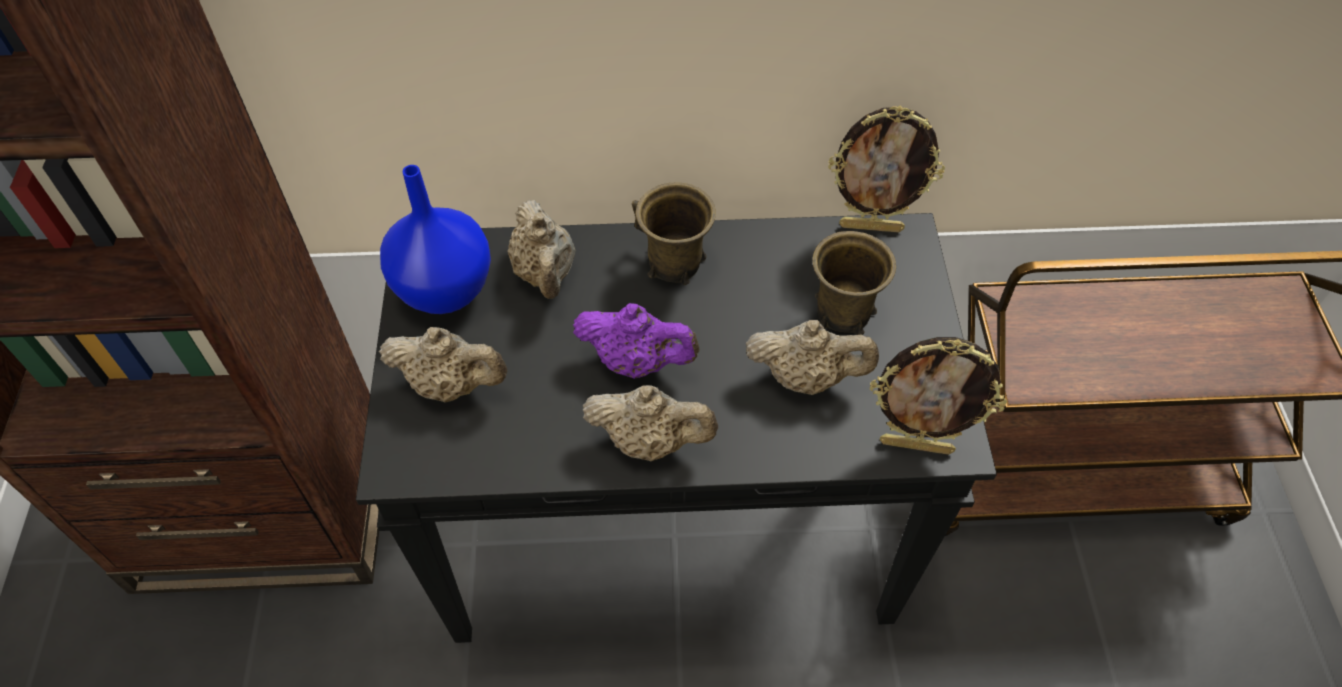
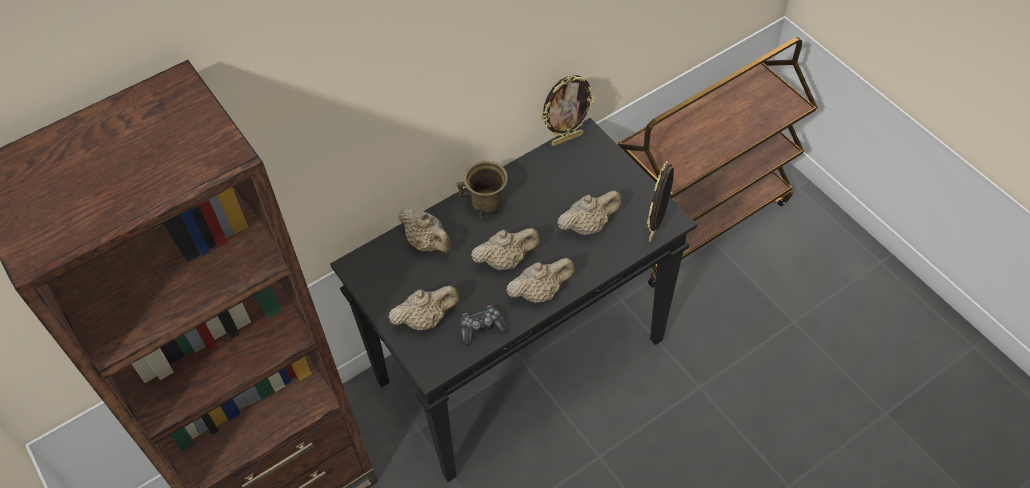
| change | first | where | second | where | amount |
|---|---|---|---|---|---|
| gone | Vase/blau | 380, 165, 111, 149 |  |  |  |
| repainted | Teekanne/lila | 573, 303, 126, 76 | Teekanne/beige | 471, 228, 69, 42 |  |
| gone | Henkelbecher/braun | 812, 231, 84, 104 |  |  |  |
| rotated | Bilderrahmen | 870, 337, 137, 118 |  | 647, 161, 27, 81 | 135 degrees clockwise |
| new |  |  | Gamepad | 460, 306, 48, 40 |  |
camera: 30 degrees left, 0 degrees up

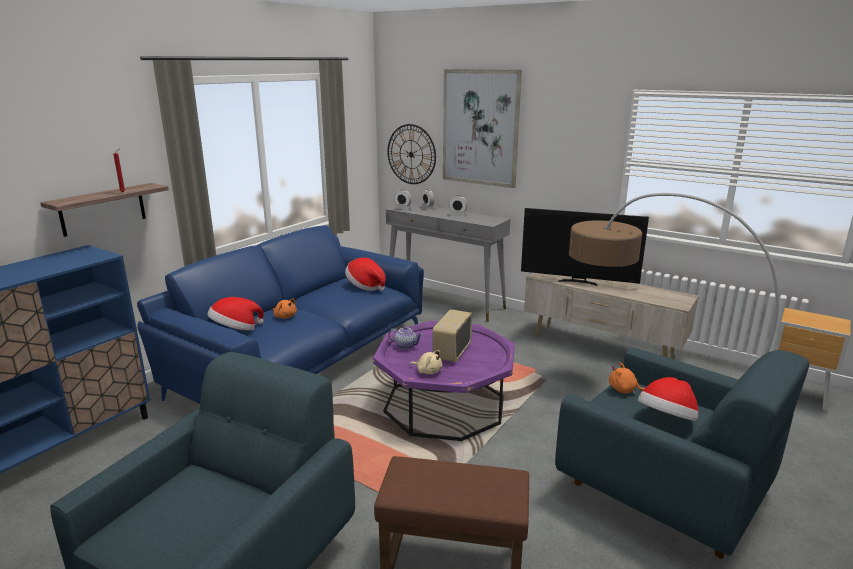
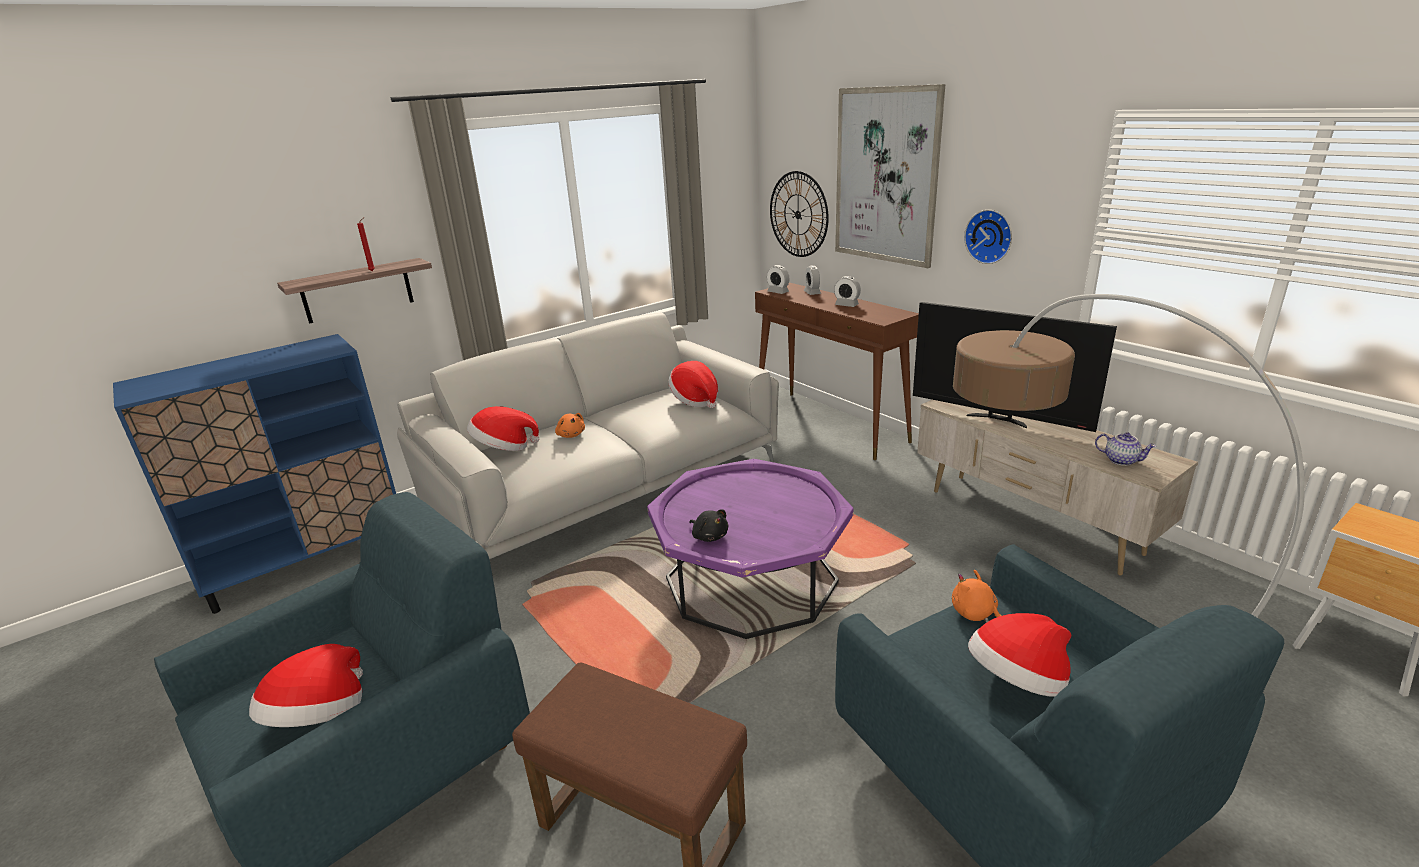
| change | first | where | second | where | amount |
|---|---|---|---|---|---|
| repainted | Sofa/blau | 137, 225, 287, 179 | Sofa/grau | 397, 313, 382, 246 |  |
| repainted | Konsolentisch/grau | 386, 204, 124, 118 | Konsolentisch/braun | 755, 283, 164, 177 |  |
| shifted | Teekanne | 389, 326, 34, 23 |  | 1095, 432, 62, 34 |  |
| repainted | Plüschtier/beige | 410, 350, 32, 24 | Plüschtier/schwarz | 690, 509, 38, 33 |  |
| gone | Radio | 432, 309, 41, 53 |  |  |  |
| new |  |  | Hut | 249, 644, 114, 83 |  |
| new |  |  | Wanduhr | 964, 210, 48, 54 |  |
camera: 20 degrees right, 5 degrees up

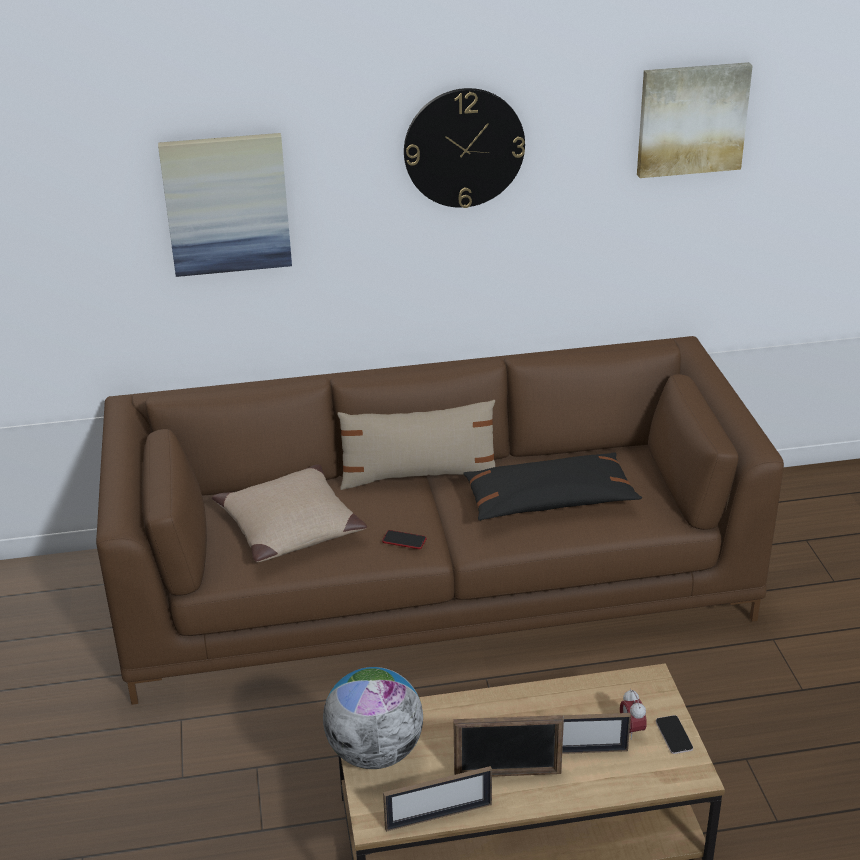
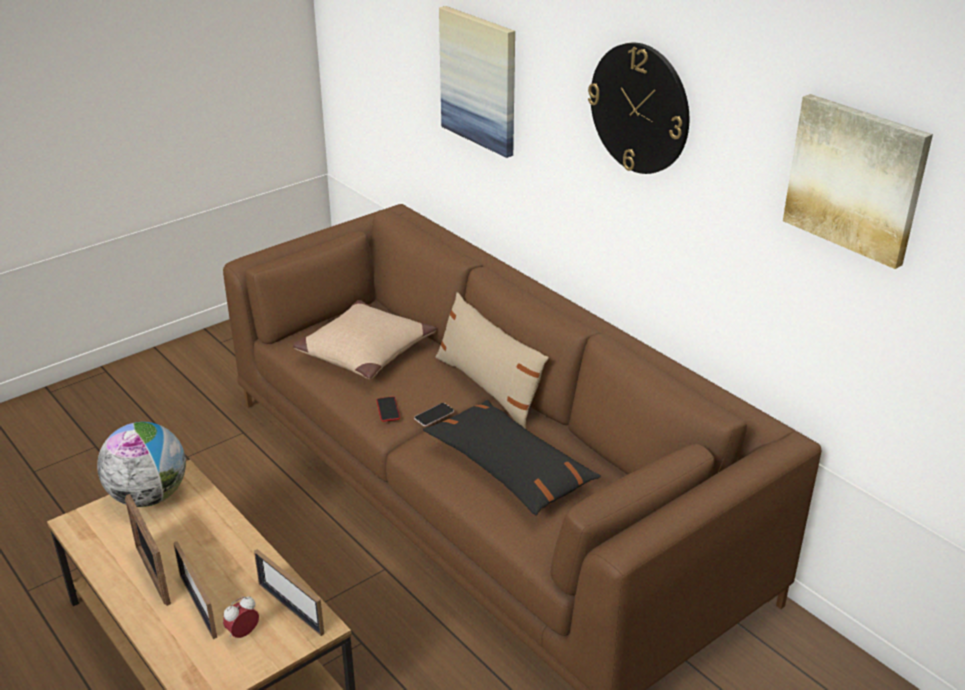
| change | first | where | second | where | amount |
|---|---|---|---|---|---|
| shifted | Bilderrahmen | 383, 766, 109, 66 |  | 254, 549, 70, 87 |  |
| shifted | Handy | 656, 715, 37, 39 |  | 414, 403, 40, 23 |  |
camera: 60 degrees right, 0 degrees up

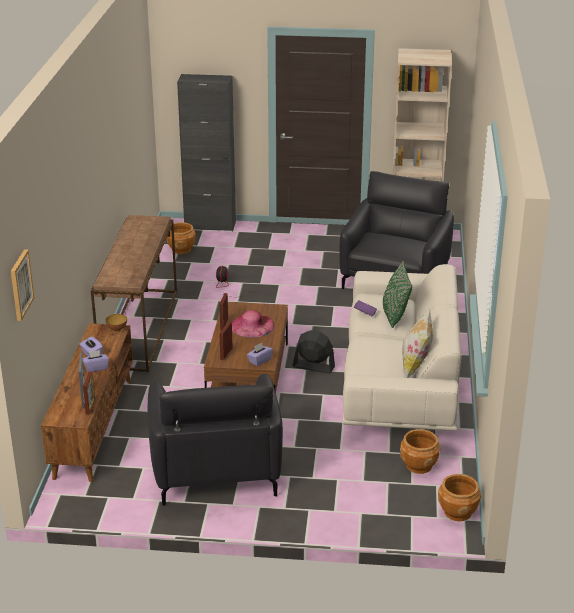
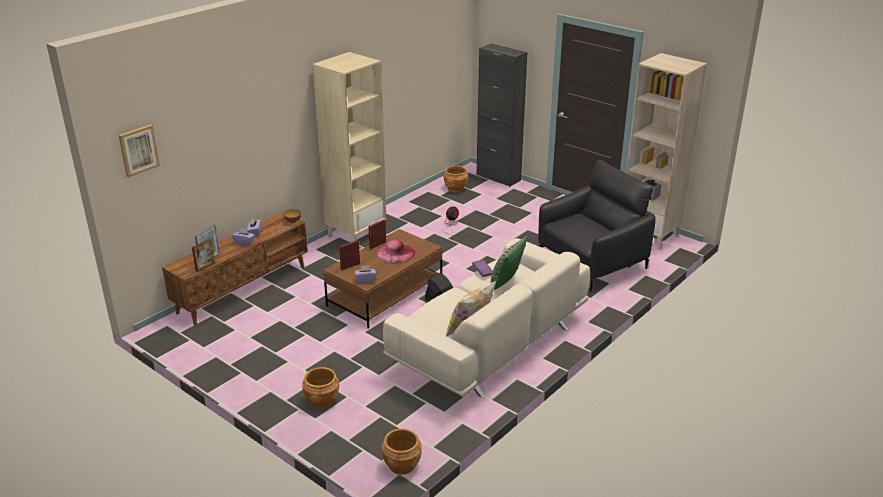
| change | first | where | second | where | amount |
|---|---|---|---|---|---|
| swapped | Konsolentisch/braun | 91, 215, 86, 158 | Bücherregal/beige | 312, 52, 74, 190 |  |
| gone | Sessel/schwarz | 148, 374, 135, 132 |  |  |  |
| shifted | Pflanzkübel/braun | 400, 429, 40, 45 |  | 302, 367, 38, 42 |  |
camera: 35 degrees right, 0 degrees up

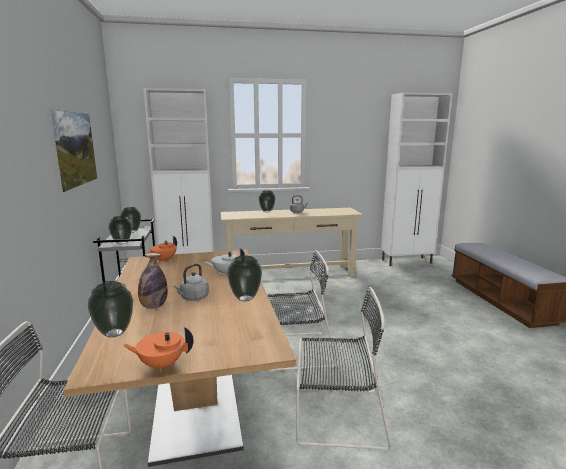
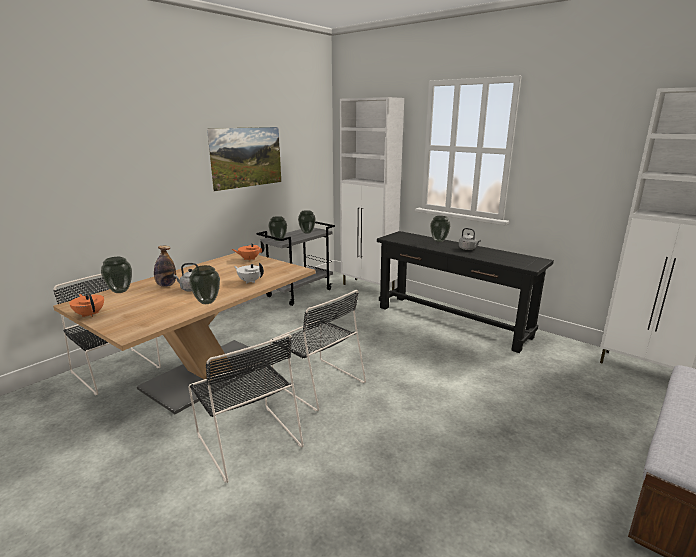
| change | first | where | second | where | amount |
|---|---|---|---|---|---|
| repainted | Konsolentisch/beige | 221, 208, 142, 69 | Konsolentisch/schwarz | 377, 231, 177, 122 |  |
camera: 50 degrees right, 5 degrees up

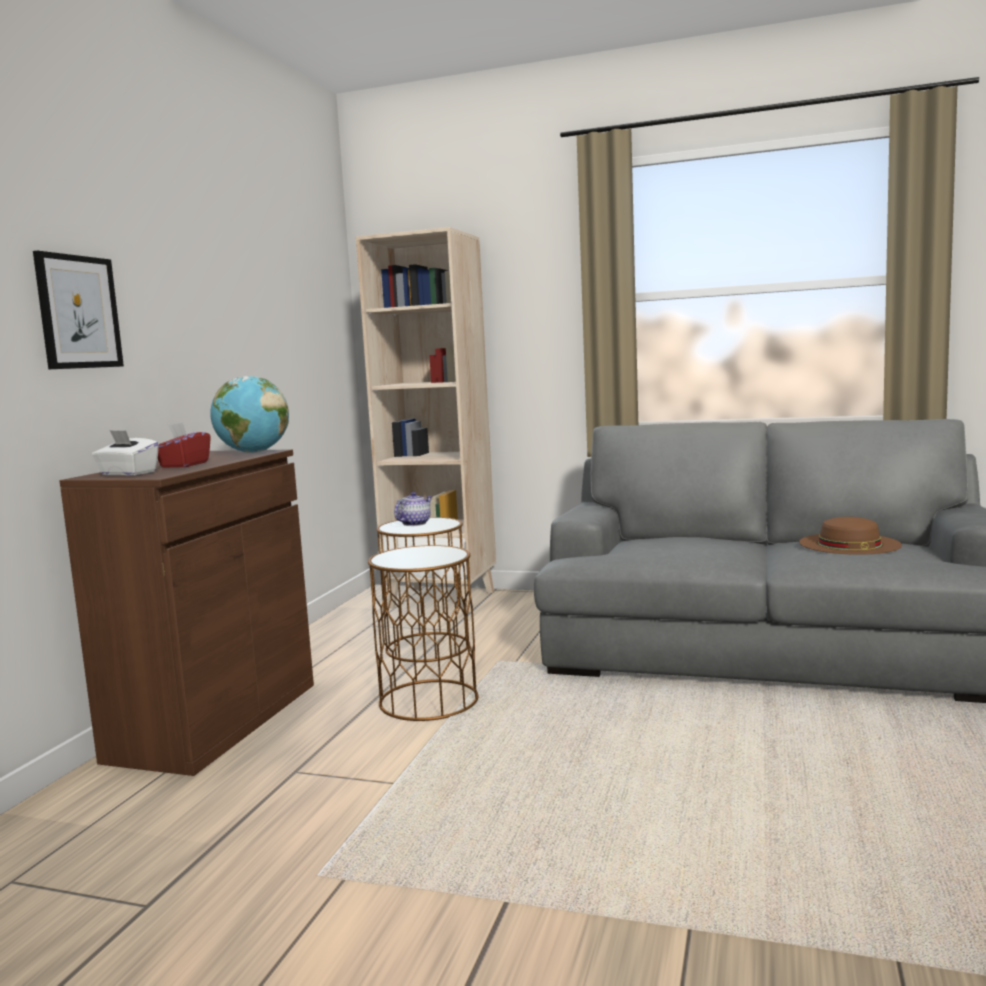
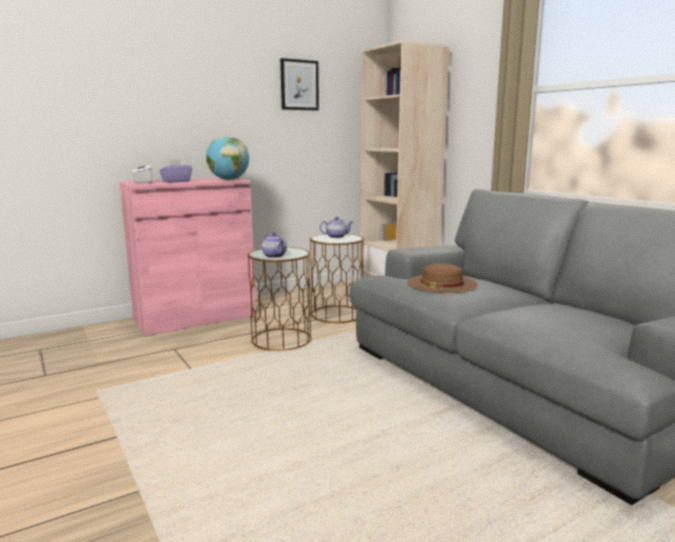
| change | first | where | second | where | amount |
|---|---|---|---|---|---|
| shifted | Bild | 33, 251, 91, 118 |  | 280, 58, 39, 53 |  |
| repainted | Schrank/braun | 60, 449, 254, 327 | Schrank/rosa | 119, 178, 137, 158 |  |
| repainted | Taschentuchbox/rot | 158, 423, 53, 45 | Taschentuchbox/lila | 160, 159, 32, 24 |  |
| shifted | Hut/braun | 799, 517, 103, 38 |  | 407, 263, 71, 30 |  |
| new |  |  | Teekanne | 262, 232, 25, 26 |  |
camera: 40 degrees right, 5 degrees up

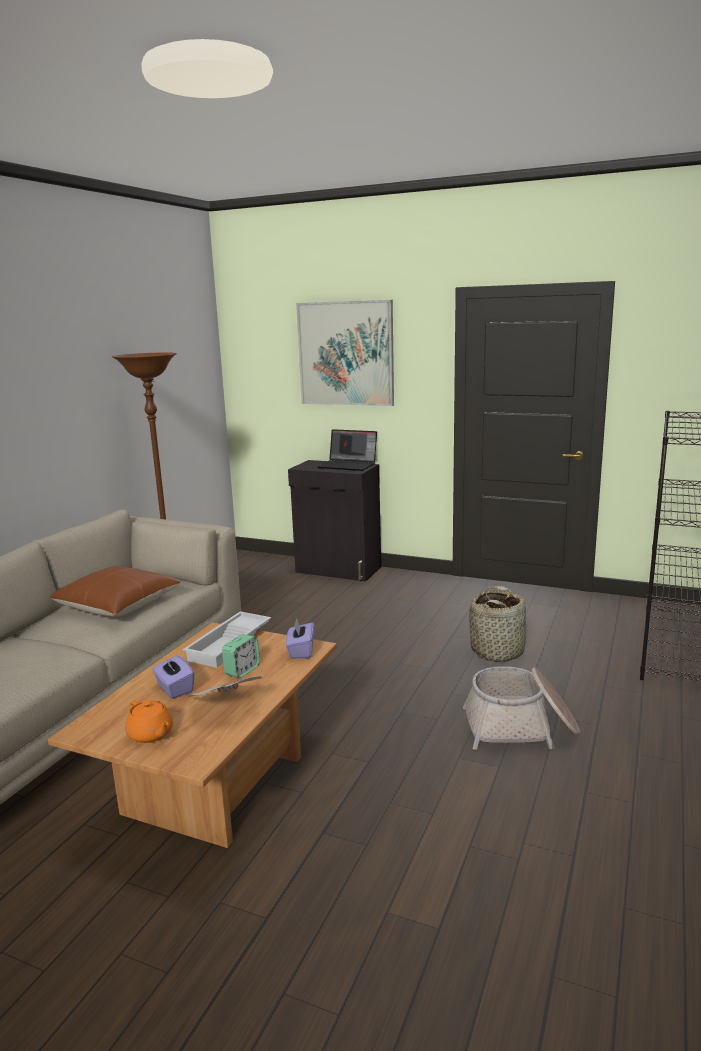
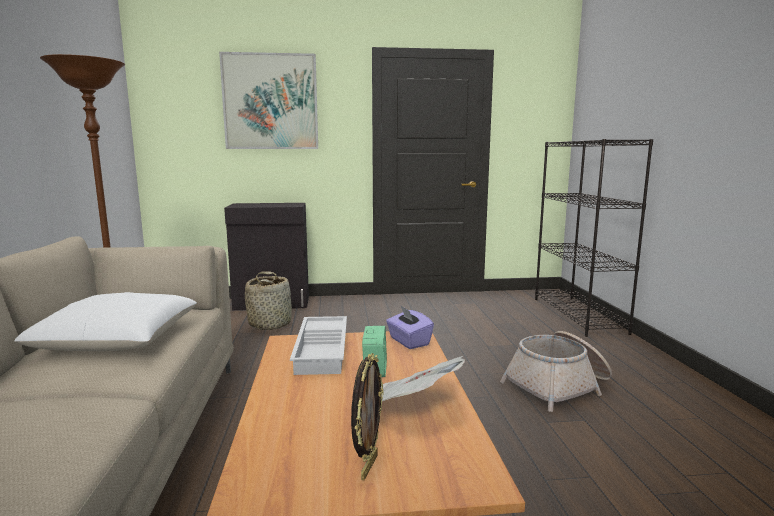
| change | first | where | second | where | amount |
|---|---|---|---|---|---|
| repainted | Kissen/braun | 50, 566, 130, 51 | Kissen/weiß | 14, 292, 183, 59 |  |
| swapped | Teekanne/orange | 125, 700, 48, 43 | Bilderrahmen | 351, 353, 33, 127 |  |
| gone | Taschentuchbox/lila | 152, 655, 42, 44 |  |  |  |
| gone | Laptop | 317, 429, 60, 42 |  |  |  |
| shifted | Korb | 469, 586, 57, 76 |  | 245, 271, 47, 59 |  |
camera: 30 degrees left, 5 degrees down

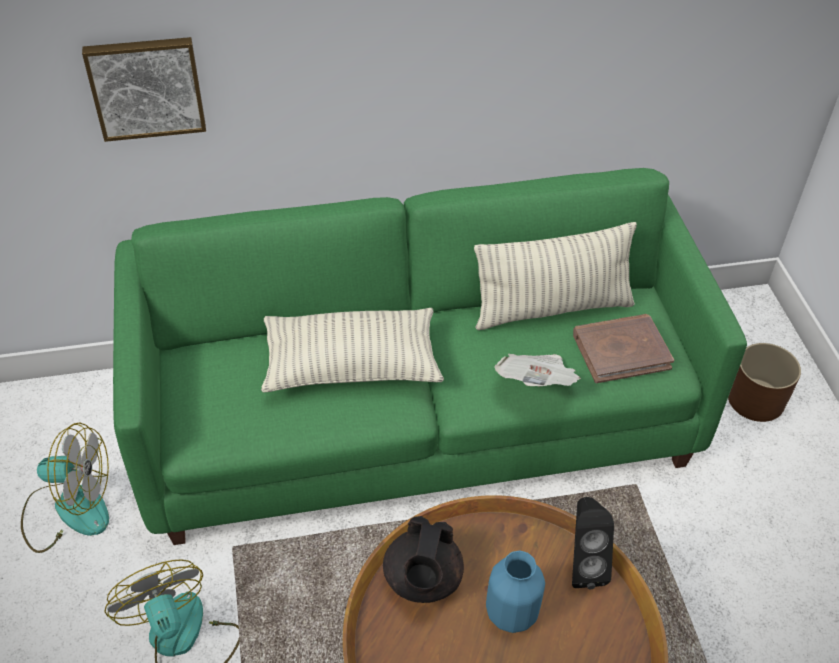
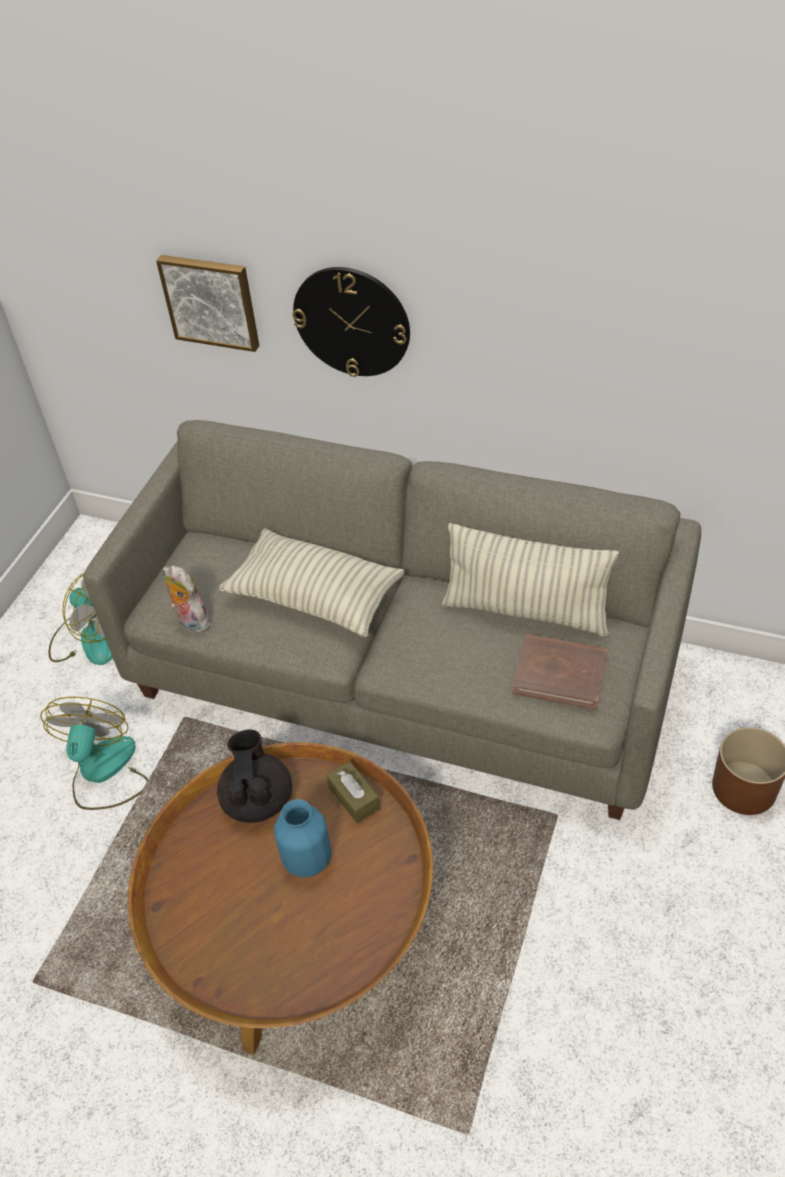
| change | first | where | second | where | amount |
|---|---|---|---|---|---|
| repainted | Sofa/grün | 113, 168, 634, 377 | Sofa/grau | 83, 420, 618, 400 |  |
| rotated | Teekanne/schwarz | 383, 516, 81, 87 |  | 217, 729, 75, 94 | 135 degrees clockwise |
| gone | Zeitung | 494, 354, 87, 32 |  |  |  |
| gone | Lautsprecher/schwarz | 572, 497, 42, 92 |  |  |  |
| new |  |  | Plüschtier | 163, 565, 47, 68 |  |
| new |  |  | Wanduhr | 293, 267, 117, 110 |  |
| new |  |  | Taschentuchbox/braun | 326, 761, 54, 63 |  |
camera: 35 degrees right, 0 degrees up

